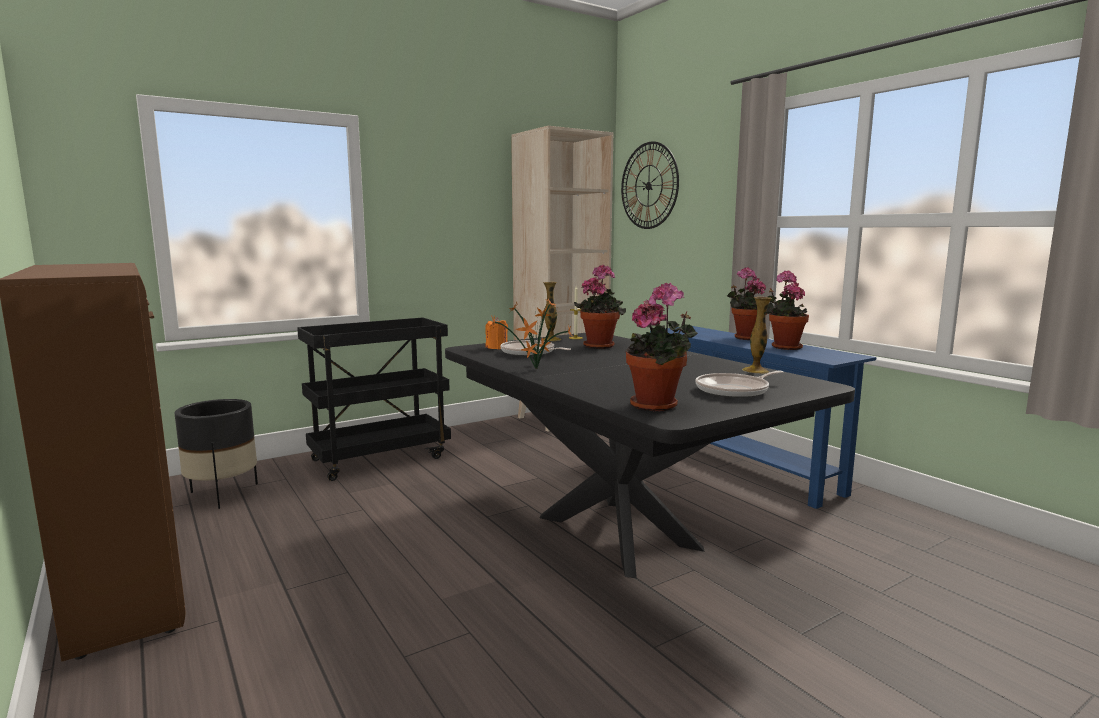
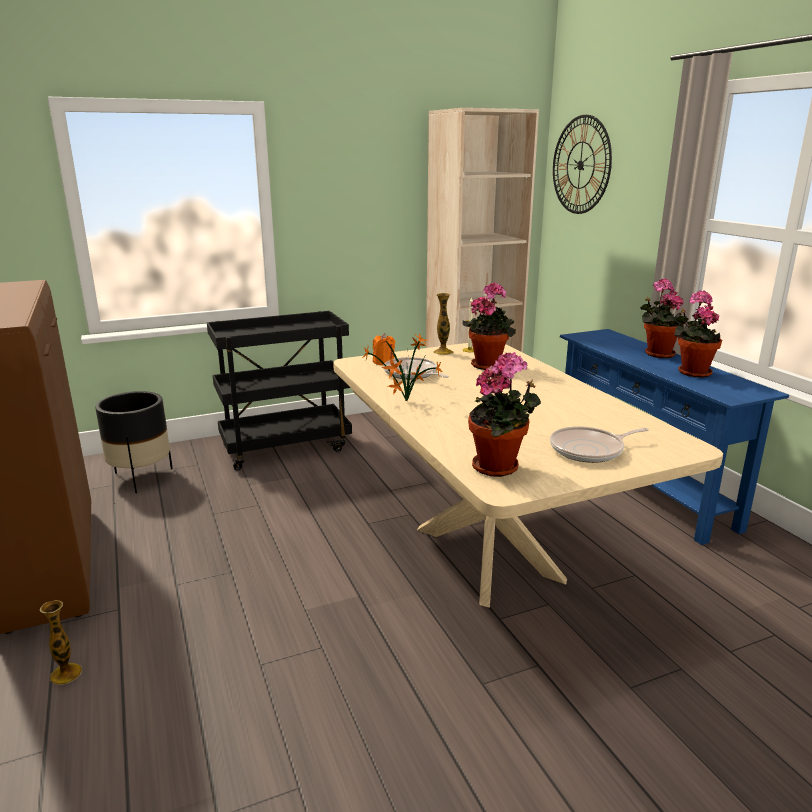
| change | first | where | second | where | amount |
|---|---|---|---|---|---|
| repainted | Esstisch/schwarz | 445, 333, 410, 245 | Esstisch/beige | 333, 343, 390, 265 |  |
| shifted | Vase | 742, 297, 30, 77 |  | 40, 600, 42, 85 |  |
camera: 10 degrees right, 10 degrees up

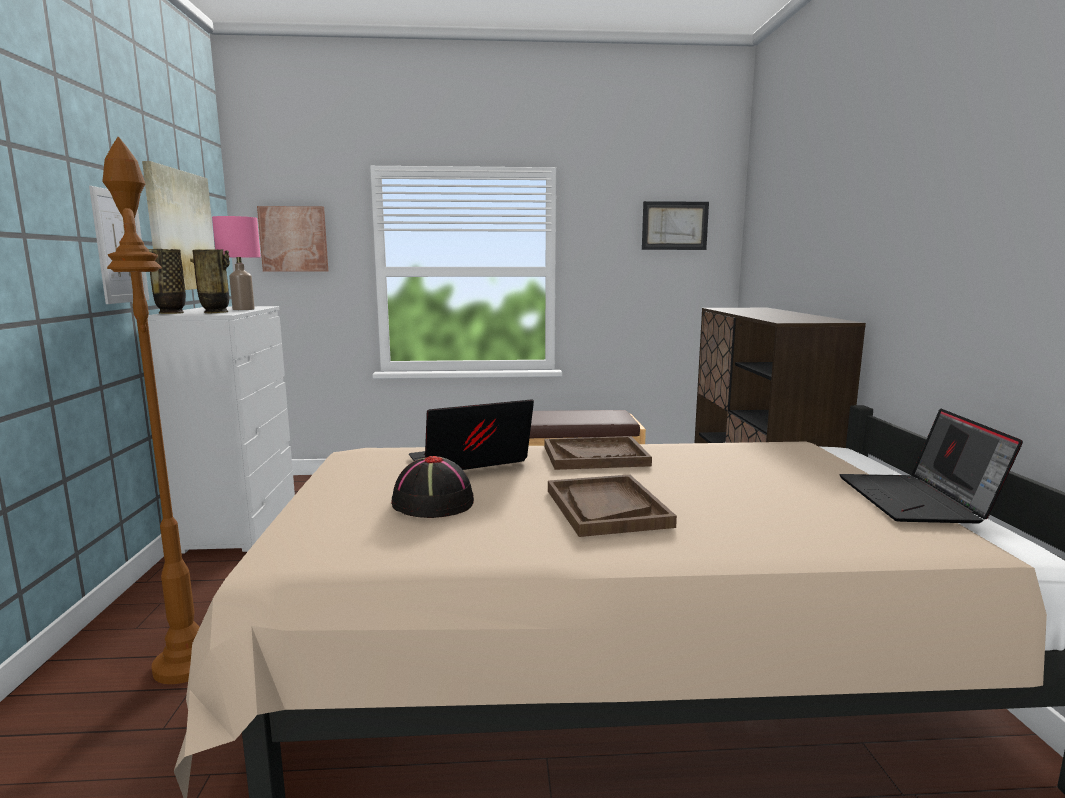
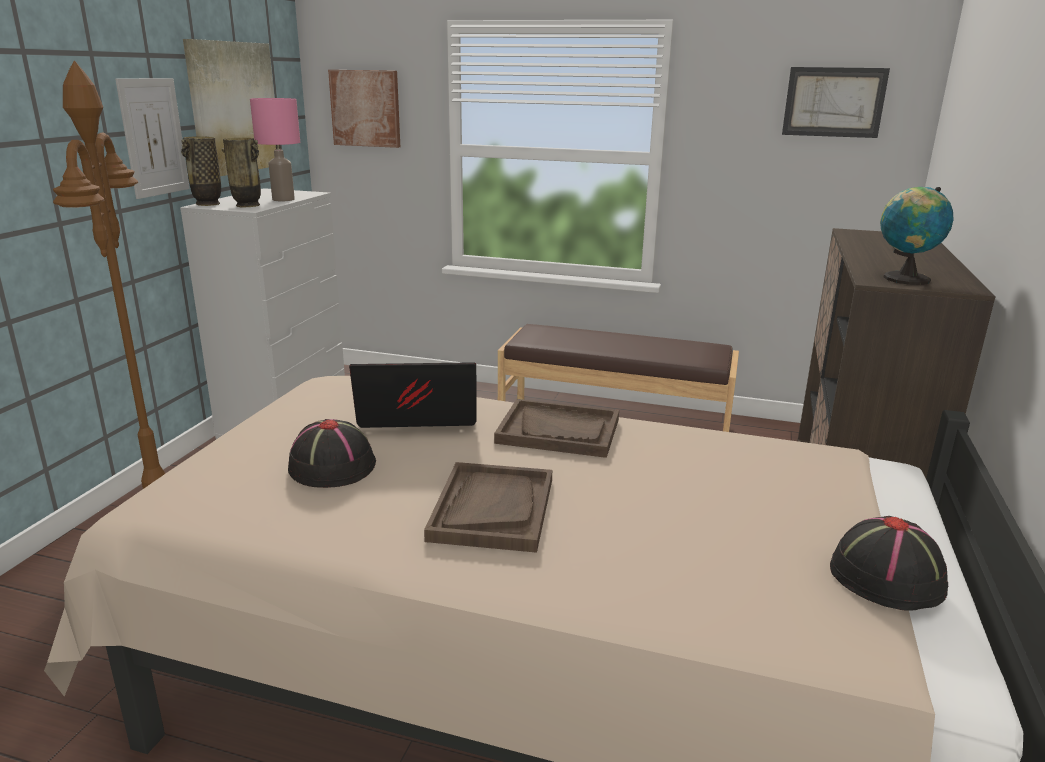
| change | first | where | second | where | amount |
|---|---|---|---|---|---|
| swapped | Laptop | 839, 409, 184, 114 | Hut/schwarz | 830, 516, 118, 95 |  |
| new |  |  | Globus | 880, 187, 74, 98 |  |
camera: 20 degrees right, 10 degrees up

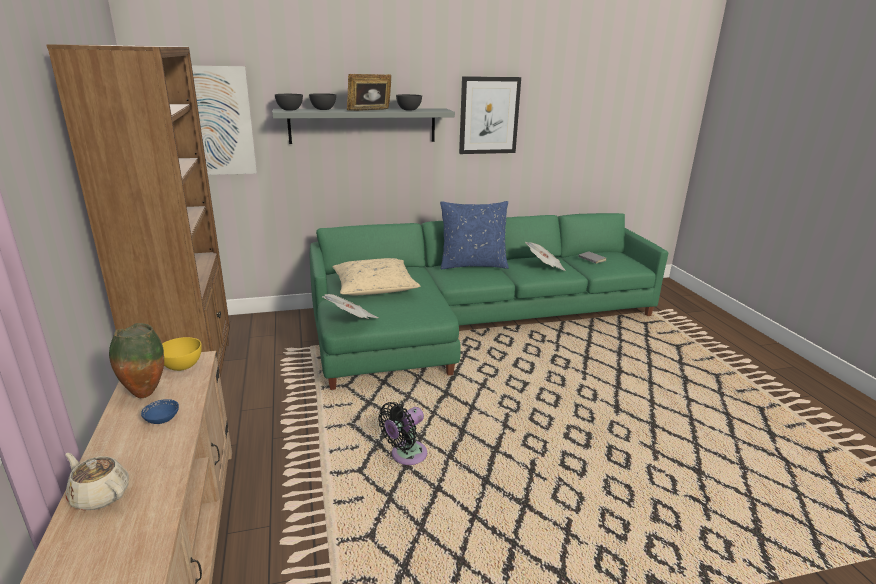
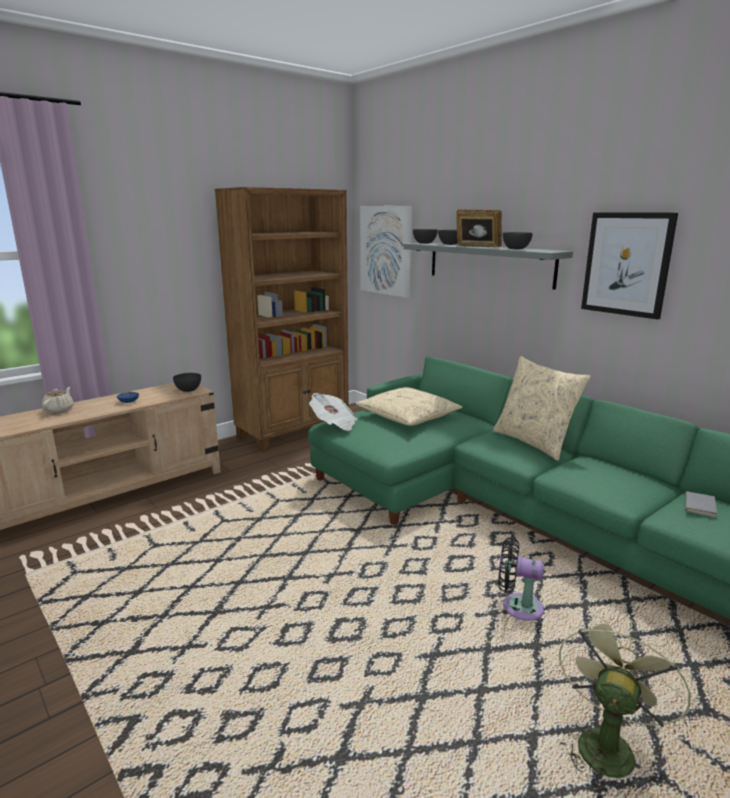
| change | first | where | second | where | amount |
|---|---|---|---|---|---|
| gone | Vase | 109, 323, 55, 75 |  |  |  |
| repainted | Schüssel/gelb | 162, 337, 40, 34 | Schüssel/grau | 173, 373, 28, 19 |  |
| shifted | Ventilator/schwarz | 378, 402, 49, 63 |  | 498, 537, 46, 84 |  |
| repainted | Kissen/blau | 440, 201, 69, 68 | Kissen/beige | 493, 356, 98, 105 |  |
| gone | Zeitung | 526, 242, 40, 29 |  |  |  |
| new |  |  | Ventilator/grün | 559, 615, 133, 166 |  |
camera: 65 degrees right, 5 degrees down

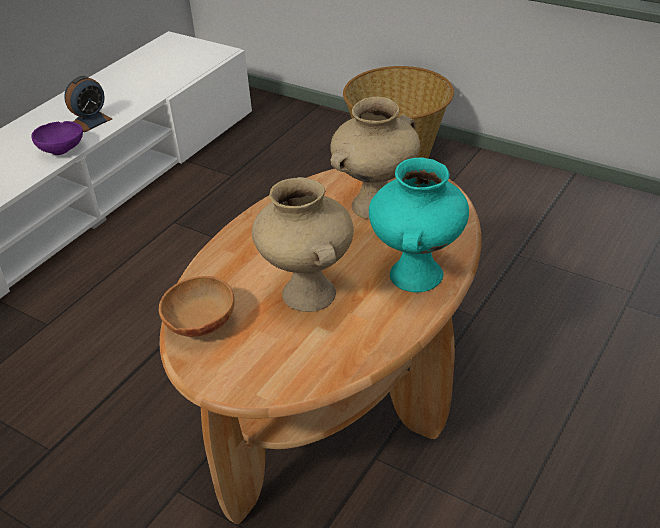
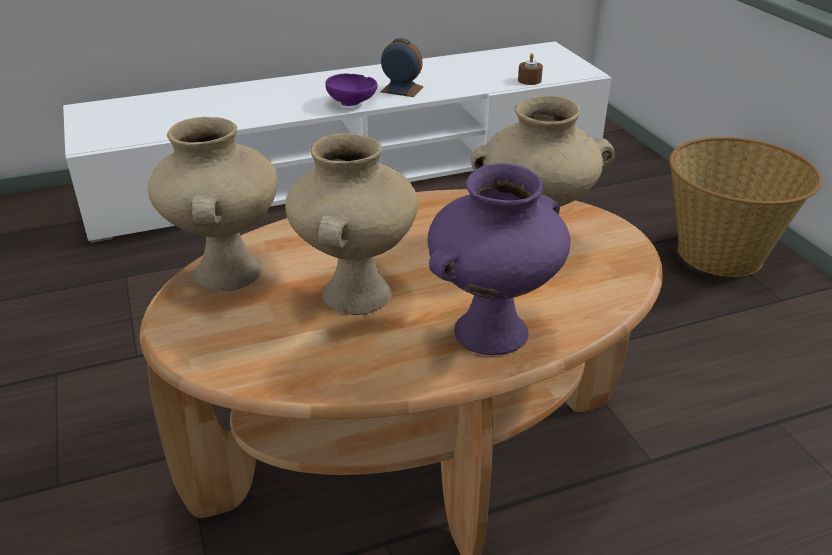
| change | first | where | second | where | amount |
|---|---|---|---|---|---|
| rotated | Wecker | 64, 76, 48, 57 |  | 380, 38, 43, 59 | 150 degrees counterclockwise |
| swapped | Schüssel/braun | 159, 276, 76, 61 | Vase/beige | 148, 117, 130, 174 |  |
| repainted | Vase/türkis | 369, 157, 100, 136 | Vase/lila | 427, 163, 144, 192 |  |
| new |  |  | Kerze/braun | 518, 53, 25, 32 |  |
camera: 35 degrees right, 5 degrees down

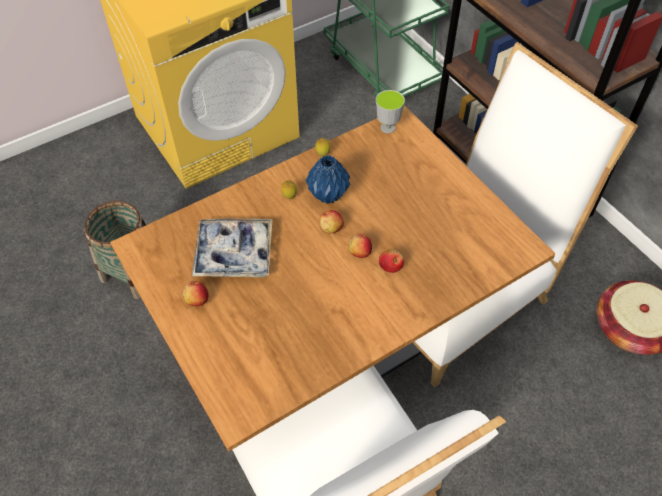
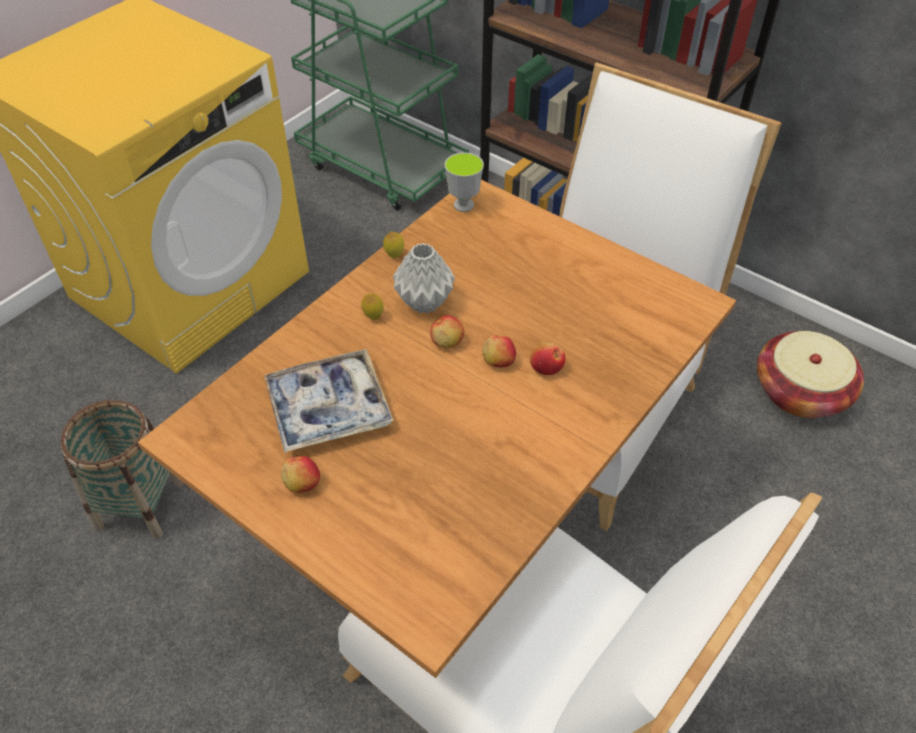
| change | first | where | second | where | amount |
|---|---|---|---|---|---|
| repainted | Vase/blau | 306, 155, 44, 49 | Vase/grau | 393, 243, 62, 71 |  |
camera: 20 degrees left, 5 degrees down

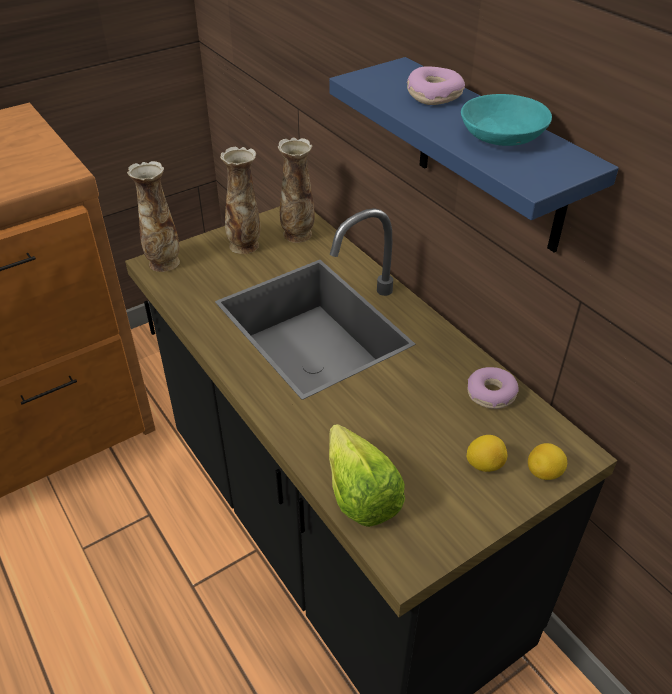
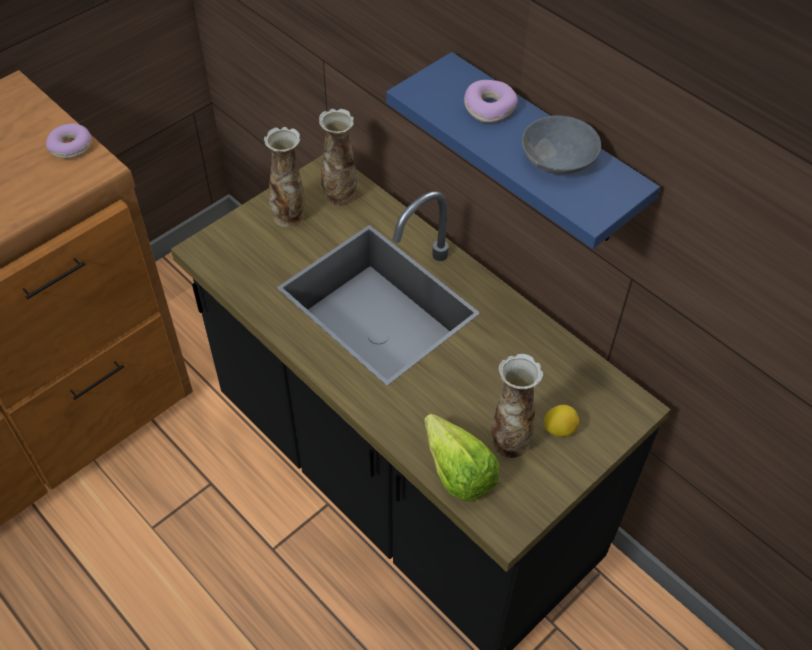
| change | first | where | second | where | amount |
|---|---|---|---|---|---|
| shifted | Vase | 127, 161, 53, 111 |  | 491, 354, 52, 104 |  |
| repainted | Schüssel/türkis | 461, 94, 91, 52 | Schüssel/grau | 522, 116, 79, 58 |  |
| shifted | Donut | 468, 367, 51, 42 |  | 46, 123, 45, 36 |  |
| gone | Zitrone | 528, 443, 39, 37 |  |  |  |
camera: 10 degrees left, 10 degrees up

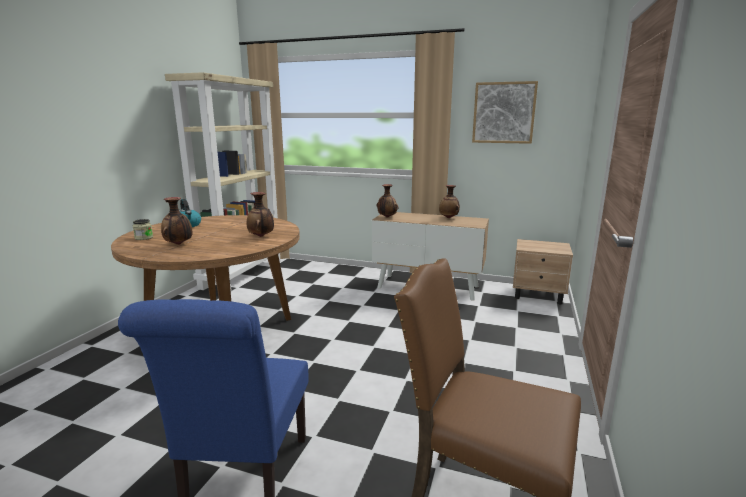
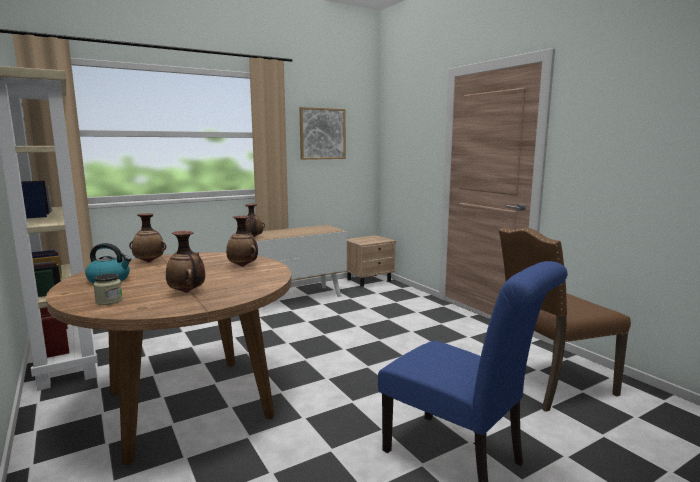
| change | first | where | second | where | amount |
|---|---|---|---|---|---|
| shifted | Vase | 439, 185, 21, 33 |  | 129, 213, 37, 49 |  |
camera: 50 degrees left, 5 degrees down

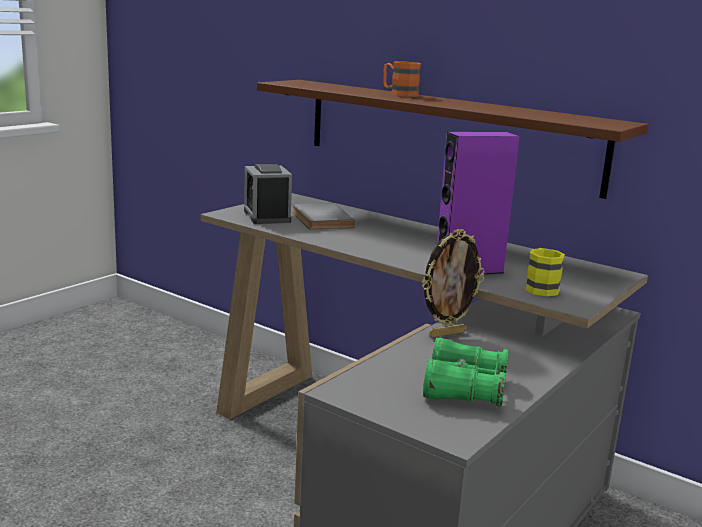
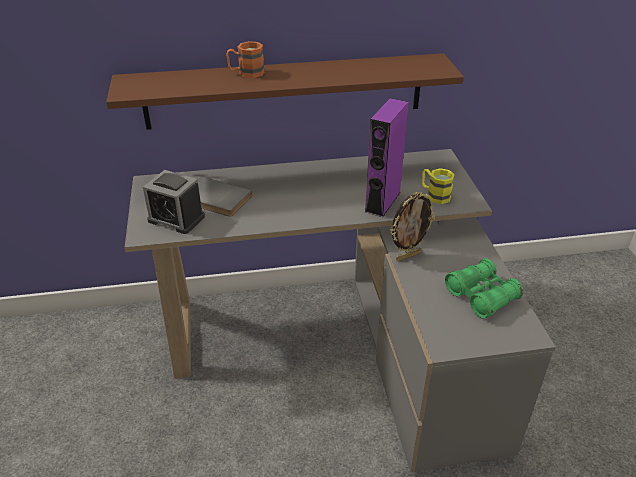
| change | first | where | second | where | amount |
|---|---|---|---|---|---|
| rotated | Bilderrahmen | 422, 229, 63, 109 |  | 390, 192, 45, 69 | 45 degrees clockwise |
camera: 45 degrees left, 20 degrees up

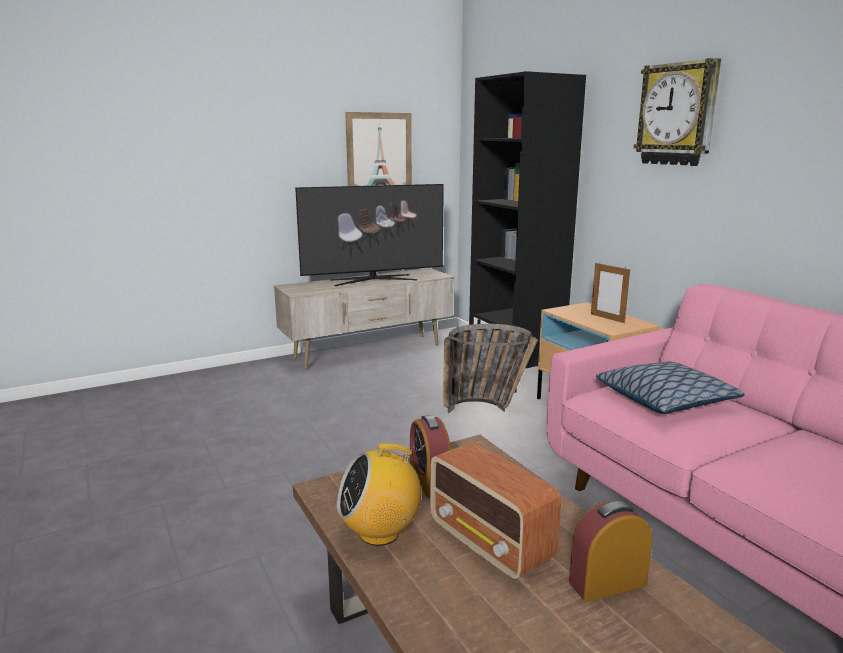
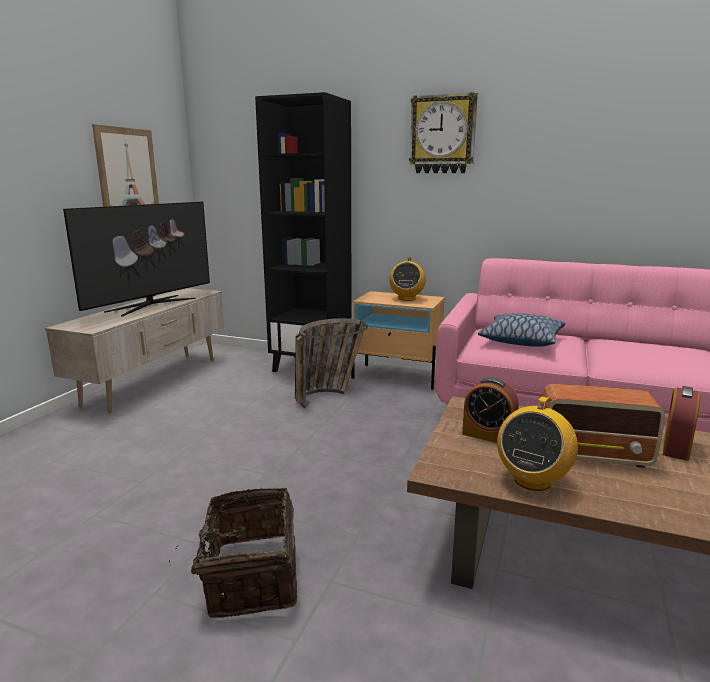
| change | first | where | second | where | amount |
|---|---|---|---|---|---|
| swapped | Bilderrahmen | 591, 263, 39, 60 | Radio | 389, 257, 37, 44 |  |
| new |  |  | Korb | 169, 488, 128, 130 |  |
camera: 40 degrees left, 0 degrees up

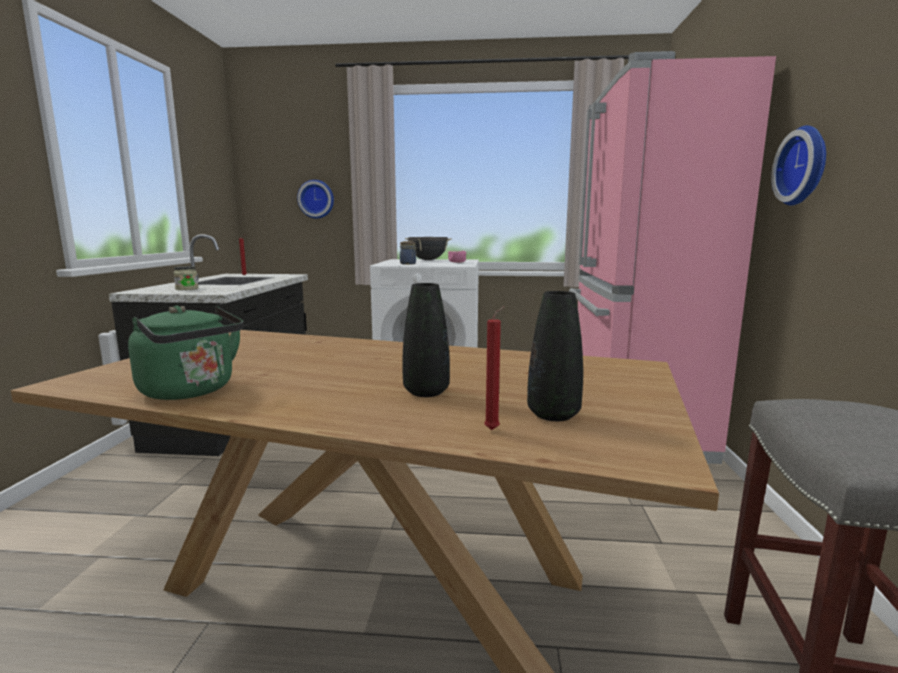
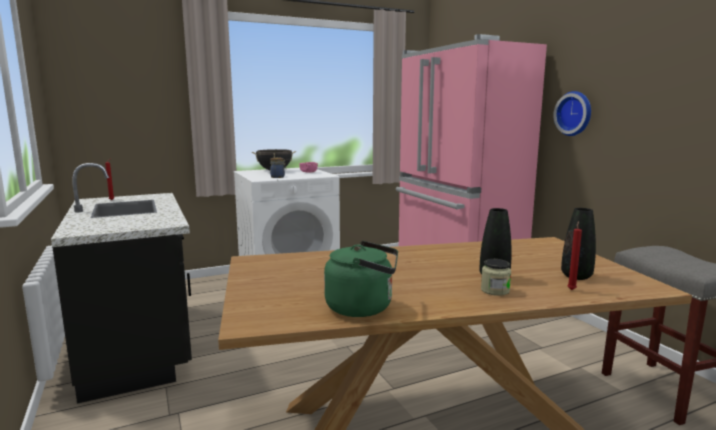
| change | first | where | second | where | amount |
|---|---|---|---|---|---|
| shifted | Vorratsglas | 174, 266, 25, 24 |  | 481, 259, 30, 37 |  |
| gone | Wanduhr | 297, 180, 37, 39 |  |  |  |
camera: 30 degrees left, 0 degrees up

